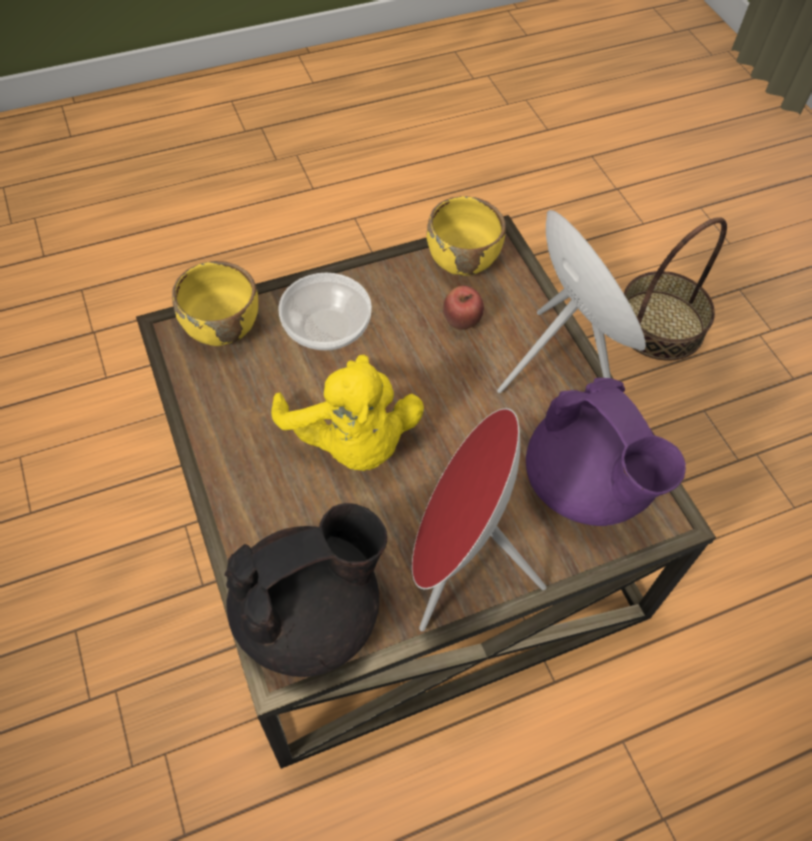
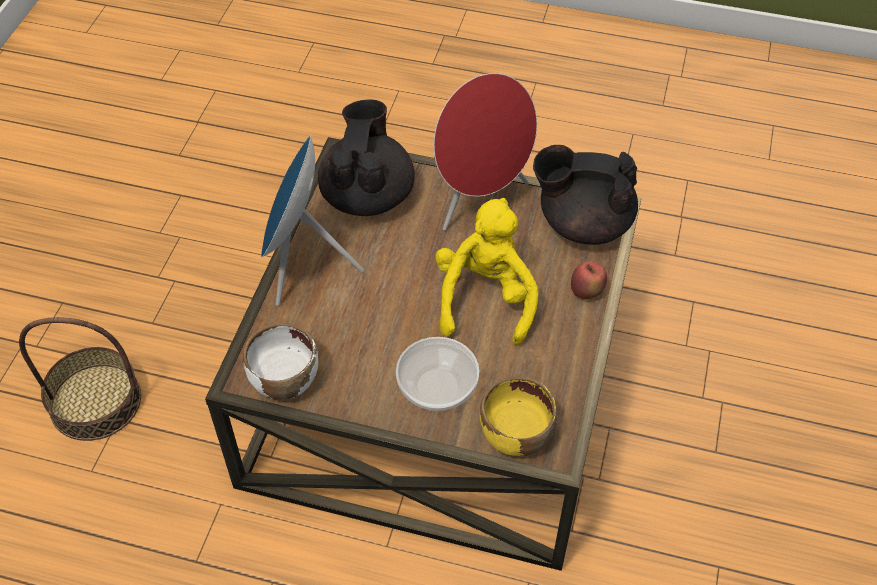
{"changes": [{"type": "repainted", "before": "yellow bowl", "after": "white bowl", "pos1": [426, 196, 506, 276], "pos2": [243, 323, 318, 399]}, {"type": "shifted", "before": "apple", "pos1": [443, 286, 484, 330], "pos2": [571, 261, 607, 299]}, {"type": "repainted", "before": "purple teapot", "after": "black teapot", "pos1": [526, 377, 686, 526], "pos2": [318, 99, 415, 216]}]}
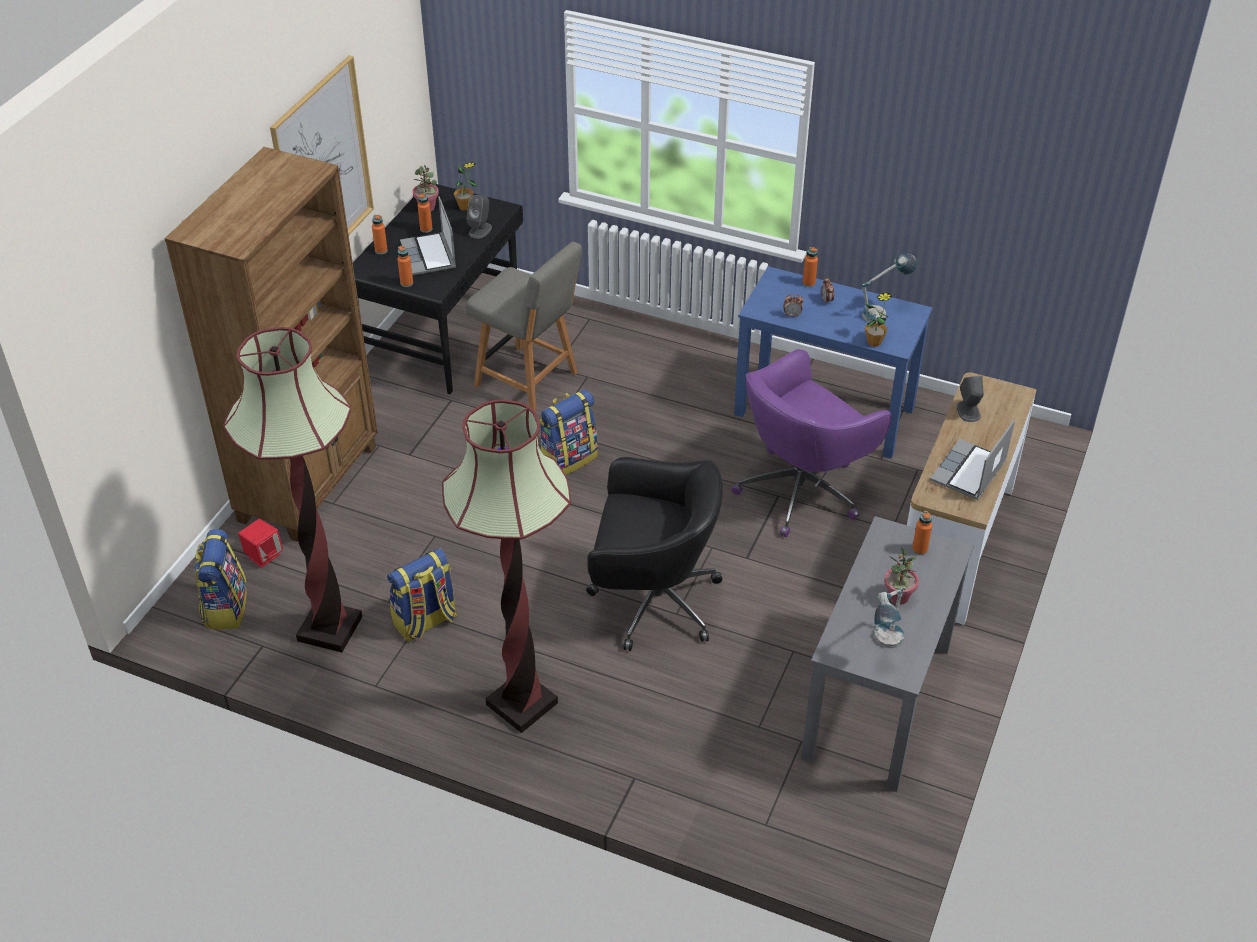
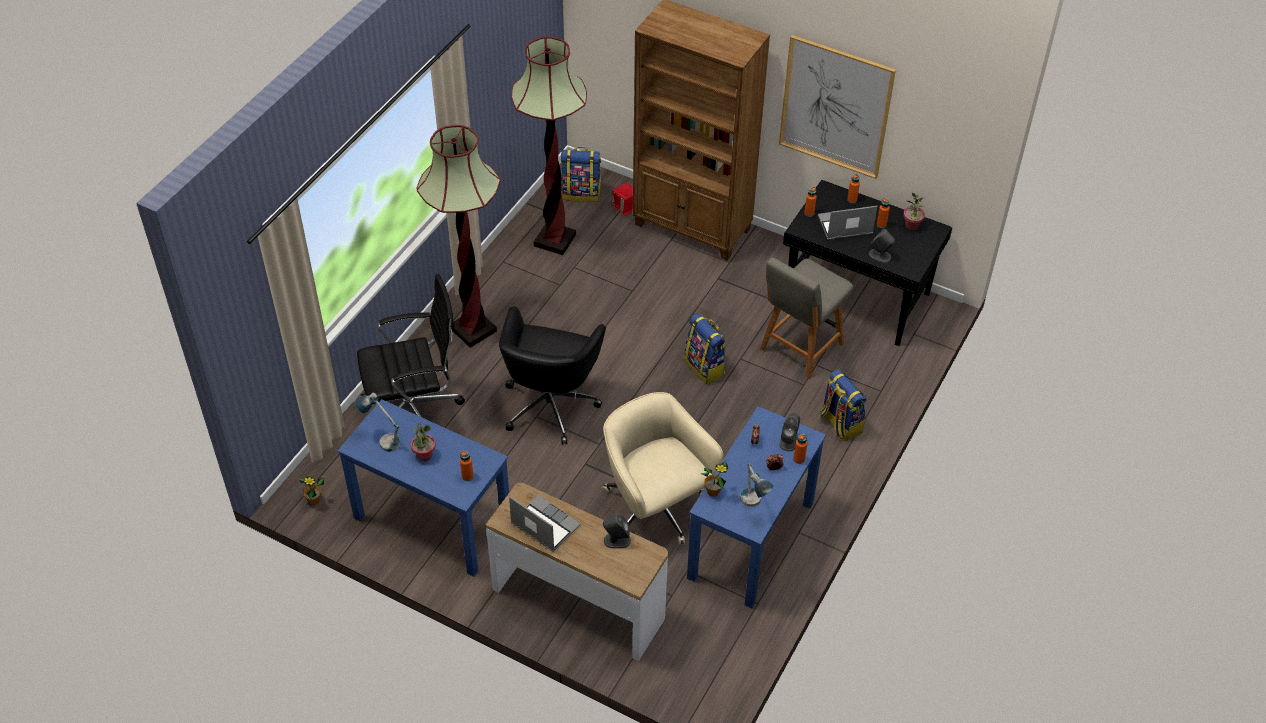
{"changes": [{"type": "shifted", "before": "potted plant", "pos1": [452, 162, 478, 211], "pos2": [298, 476, 324, 505]}, {"type": "repainted", "before": "purple office chair", "after": "beige office chair", "pos1": [731, 349, 892, 537], "pos2": [602, 392, 724, 545]}, {"type": "repainted", "before": "grey desk", "after": "blue desk", "pos1": [801, 516, 974, 792], "pos2": [338, 399, 509, 577]}, {"type": "shifted", "before": "backpack", "pos1": [387, 548, 457, 642], "pos2": [820, 370, 866, 441]}, {"type": "new", "after": "black office chair", "pos2": [357, 274, 465, 417]}, {"type": "new", "after": "grey speaker", "pos2": [780, 413, 800, 451]}]}
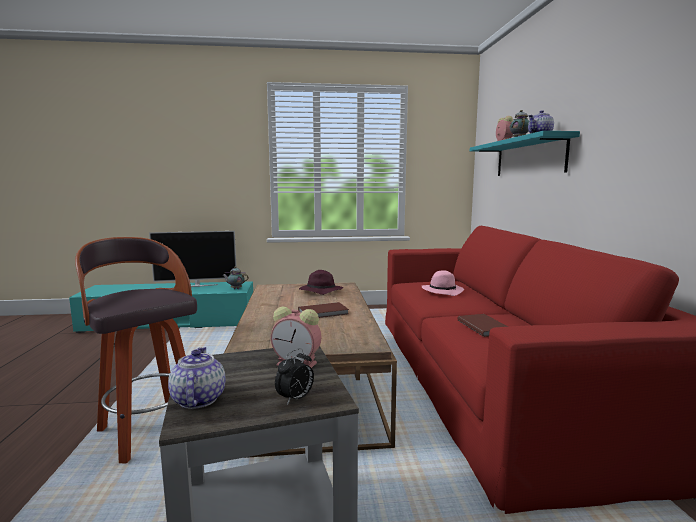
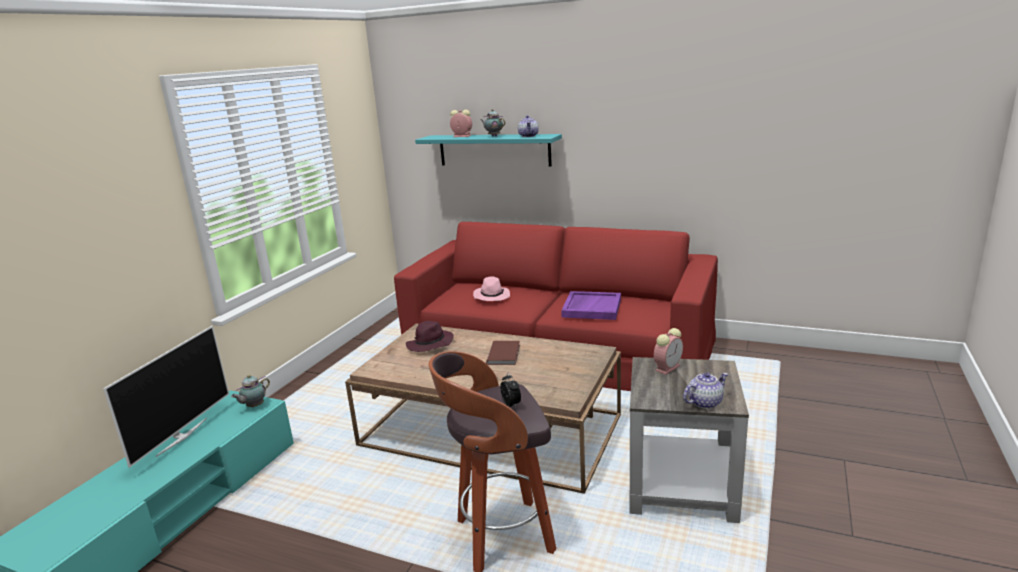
{"changes": [{"type": "swapped", "before": "brown book", "after": "purple tray", "pos1": [458, 314, 508, 337], "pos2": [561, 291, 621, 320]}, {"type": "rotated", "before": "teapot", "pos1": [168, 347, 226, 409], "pos2": [683, 373, 728, 409], "turn": 135}, {"type": "shifted", "before": "alarm clock", "pos1": [275, 348, 314, 405], "pos2": [500, 373, 521, 408]}]}
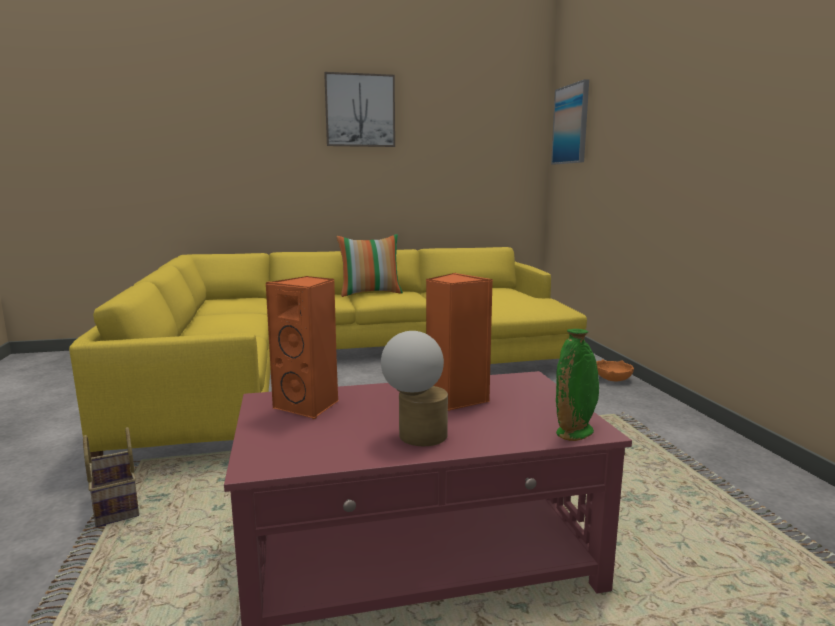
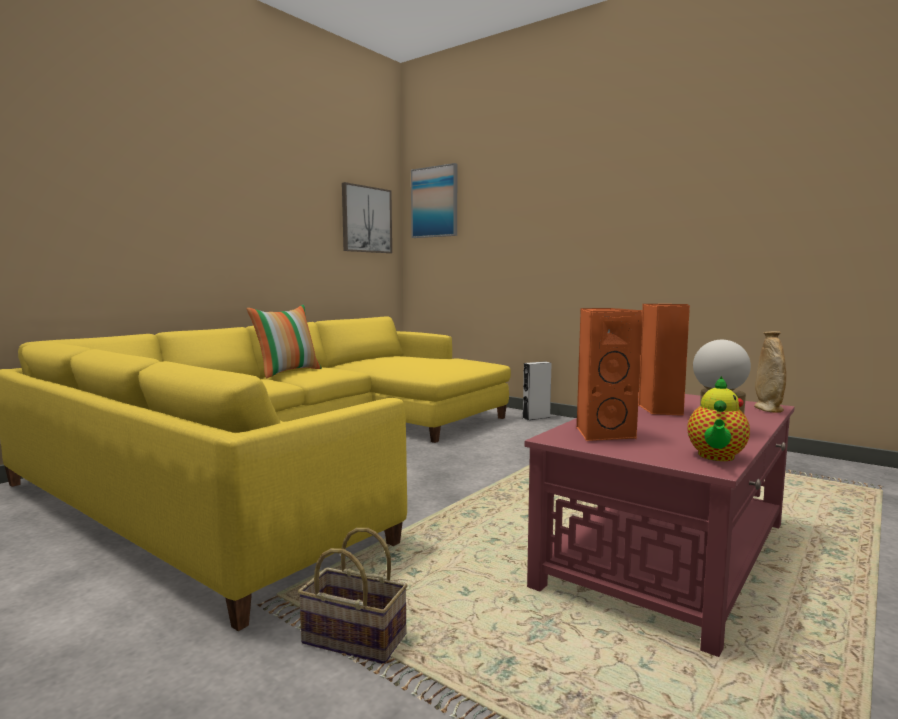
{"changes": [{"type": "shifted", "before": "picture", "pos1": [324, 72, 395, 147], "pos2": [342, 182, 392, 253]}, {"type": "repainted", "before": "green vase", "after": "beige vase", "pos1": [556, 329, 599, 441], "pos2": [754, 331, 786, 413]}, {"type": "swapped", "before": "orange bowl", "after": "grey speaker", "pos1": [596, 359, 634, 382], "pos2": [523, 361, 551, 420]}, {"type": "new", "after": "teapot", "pos2": [687, 376, 750, 461]}]}
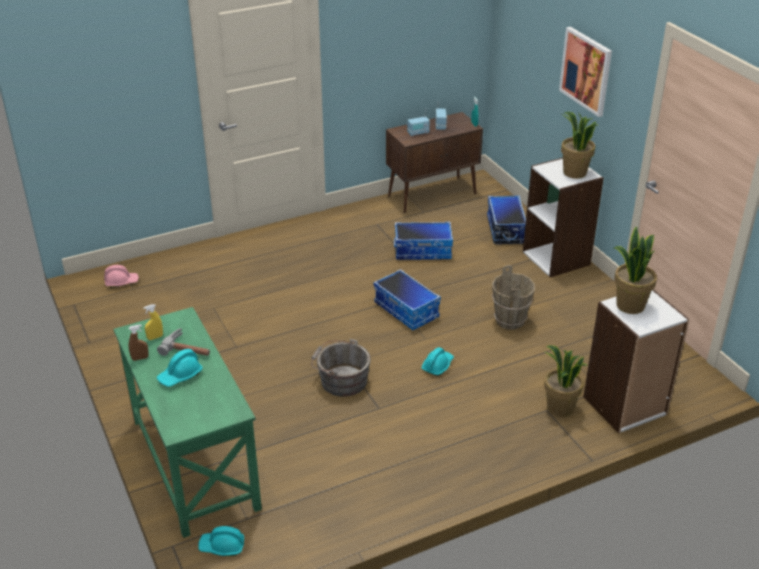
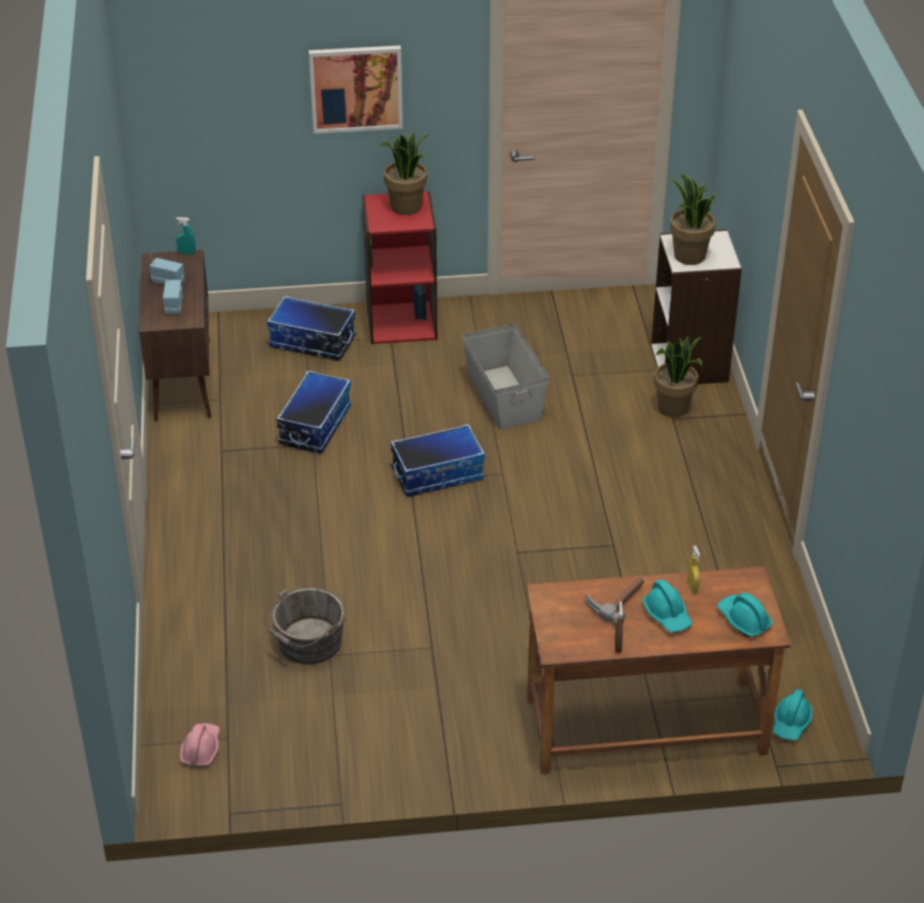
{"changes": [{"type": "repainted", "before": "white bookcase", "after": "red bookcase", "pos1": [523, 158, 604, 277], "pos2": [362, 191, 437, 344]}, {"type": "swapped", "before": "brown bucket", "after": "grey storage box", "pos1": [492, 265, 535, 330], "pos2": [462, 324, 549, 430]}, {"type": "shifted", "before": "yellow spray bottle", "pos1": [143, 304, 163, 340], "pos2": [687, 546, 700, 593]}, {"type": "repainted", "before": "green desk", "after": "brown desk", "pos1": [113, 307, 262, 538], "pos2": [526, 566, 790, 774]}, {"type": "shifted", "before": "grey bucket", "pos1": [311, 339, 371, 396], "pos2": [263, 588, 345, 664]}, {"type": "shifted", "before": "turquoise hard hat", "pos1": [422, 347, 454, 376], "pos2": [717, 593, 773, 637]}]}
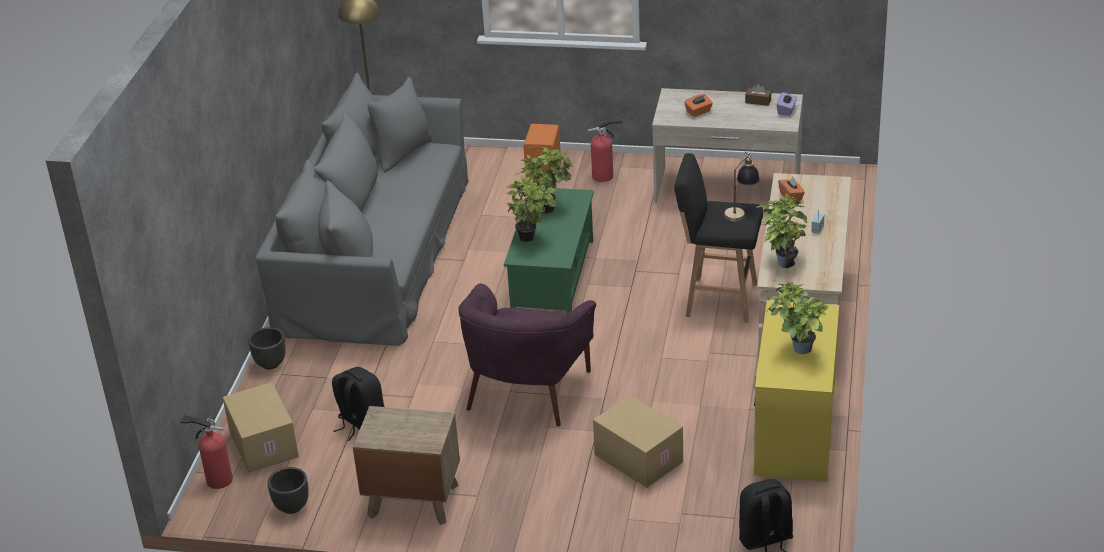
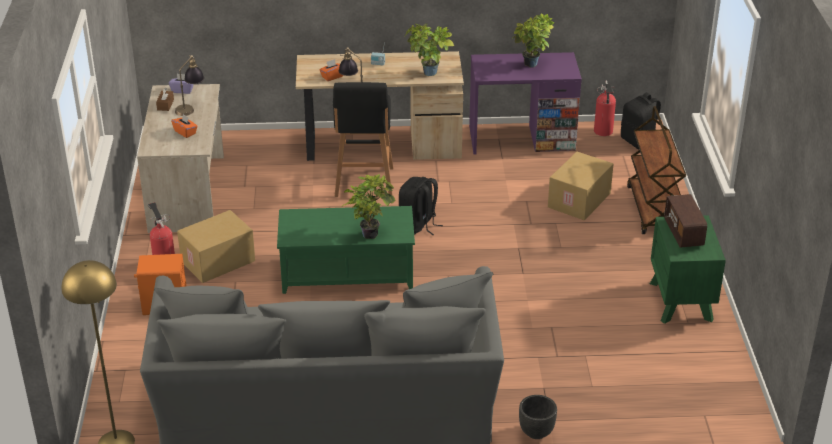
{"changes": [{"type": "gone", "before": "potted plant", "pos1": [516, 148, 572, 214]}, {"type": "gone", "before": "purple armchair", "pos1": [458, 284, 596, 426]}, {"type": "repainted", "before": "yellow desk", "after": "purple desk", "pos1": [754, 300, 839, 482], "pos2": [469, 52, 582, 154]}, {"type": "shifted", "before": "black backpack", "pos1": [332, 367, 385, 441], "pos2": [399, 177, 443, 235]}, {"type": "shifted", "before": "cardboard box", "pos1": [223, 382, 299, 473], "pos2": [177, 210, 255, 283]}, {"type": "repainted", "before": "brown nightstand", "after": "green nightstand", "pos1": [353, 406, 460, 525], "pos2": [650, 215, 726, 324]}, {"type": "shifted", "before": "fire extinguisher", "pos1": [181, 415, 233, 489], "pos2": [594, 81, 616, 136]}, {"type": "gone", "before": "black planter", "pos1": [267, 467, 309, 514]}, {"type": "new", "after": "table lamp", "pos2": [175, 55, 204, 116]}, {"type": "new", "after": "brown cart", "pos2": [627, 106, 686, 234]}, {"type": "new", "after": "radio", "pos2": [664, 194, 707, 248]}]}
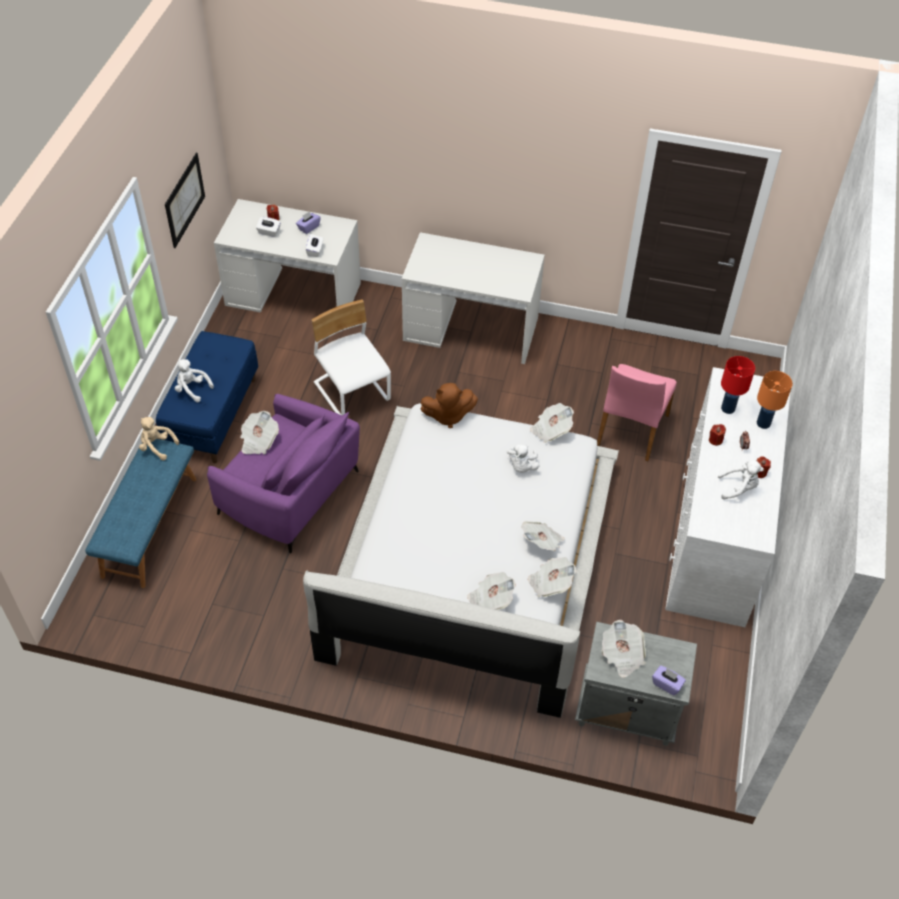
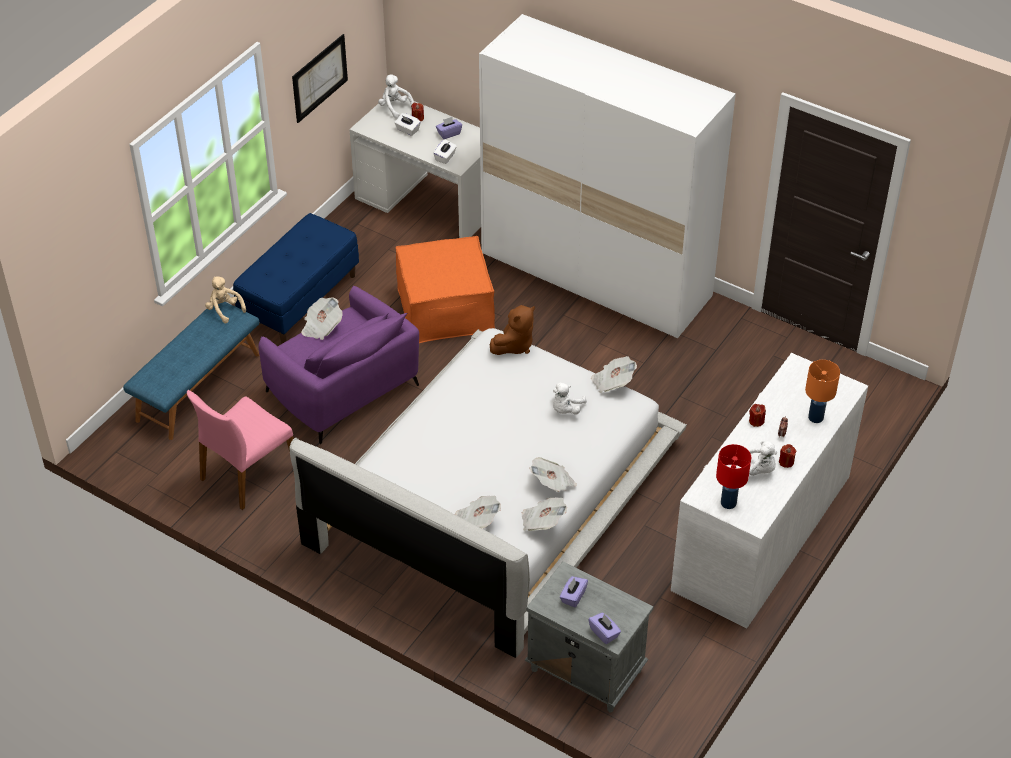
{"changes": [{"type": "swapped", "before": "white desk", "after": "white wardrobe", "pos1": [402, 232, 545, 364], "pos2": [479, 14, 736, 338]}, {"type": "swapped", "before": "white chair", "after": "orange ottoman", "pos1": [312, 299, 391, 415], "pos2": [395, 236, 495, 343]}, {"type": "shifted", "before": "red table lamp", "pos1": [721, 356, 755, 414], "pos2": [716, 444, 751, 509]}, {"type": "shifted", "before": "white plush toy", "pos1": [175, 359, 214, 402], "pos2": [378, 75, 414, 119]}, {"type": "shifted", "before": "pink chair", "pos1": [597, 364, 677, 461], "pos2": [187, 390, 294, 510]}, {"type": "rotated", "before": "brown plush toy", "pos1": [420, 383, 478, 428], "pos2": [490, 305, 535, 355], "turn": -60}, {"type": "swapped", "before": "newspaper", "after": "purple tissue box", "pos1": [602, 620, 646, 678], "pos2": [560, 576, 588, 607]}]}
